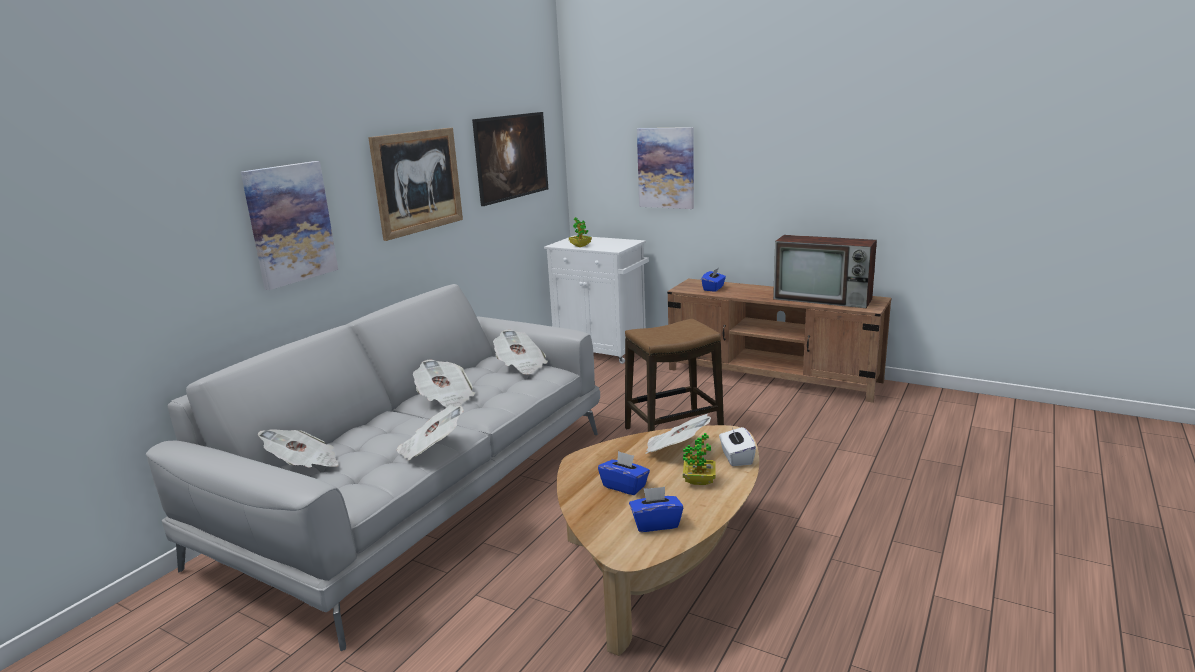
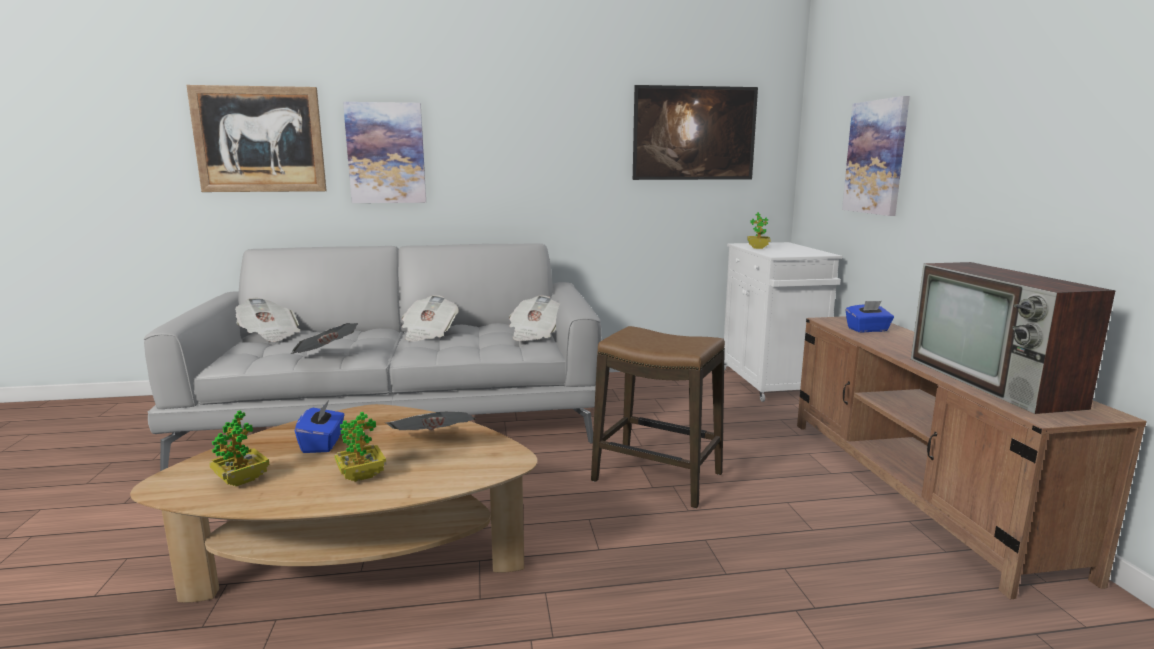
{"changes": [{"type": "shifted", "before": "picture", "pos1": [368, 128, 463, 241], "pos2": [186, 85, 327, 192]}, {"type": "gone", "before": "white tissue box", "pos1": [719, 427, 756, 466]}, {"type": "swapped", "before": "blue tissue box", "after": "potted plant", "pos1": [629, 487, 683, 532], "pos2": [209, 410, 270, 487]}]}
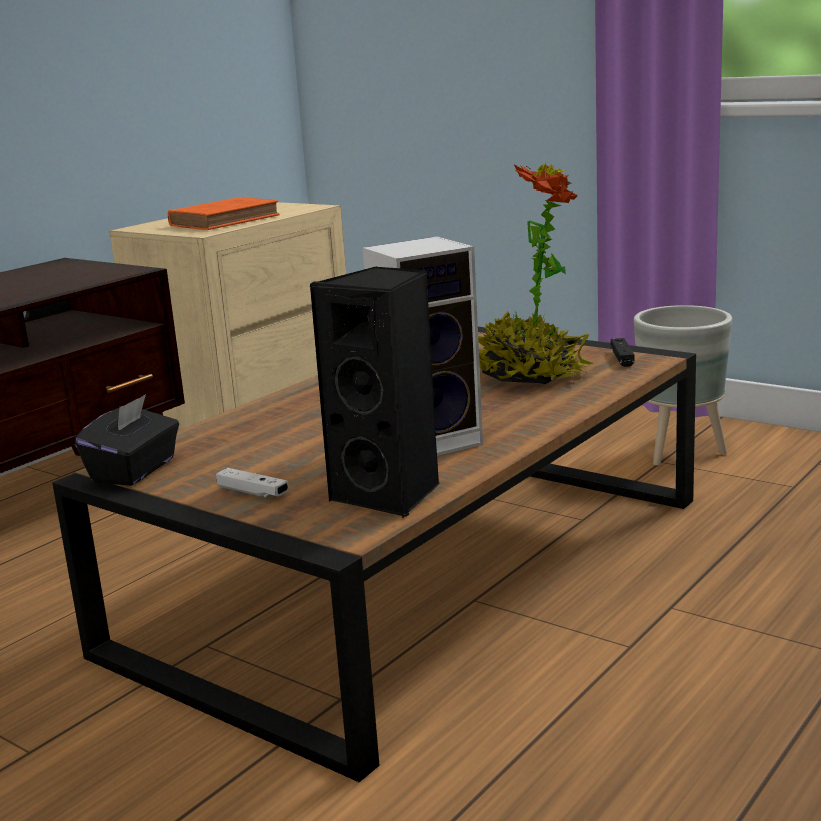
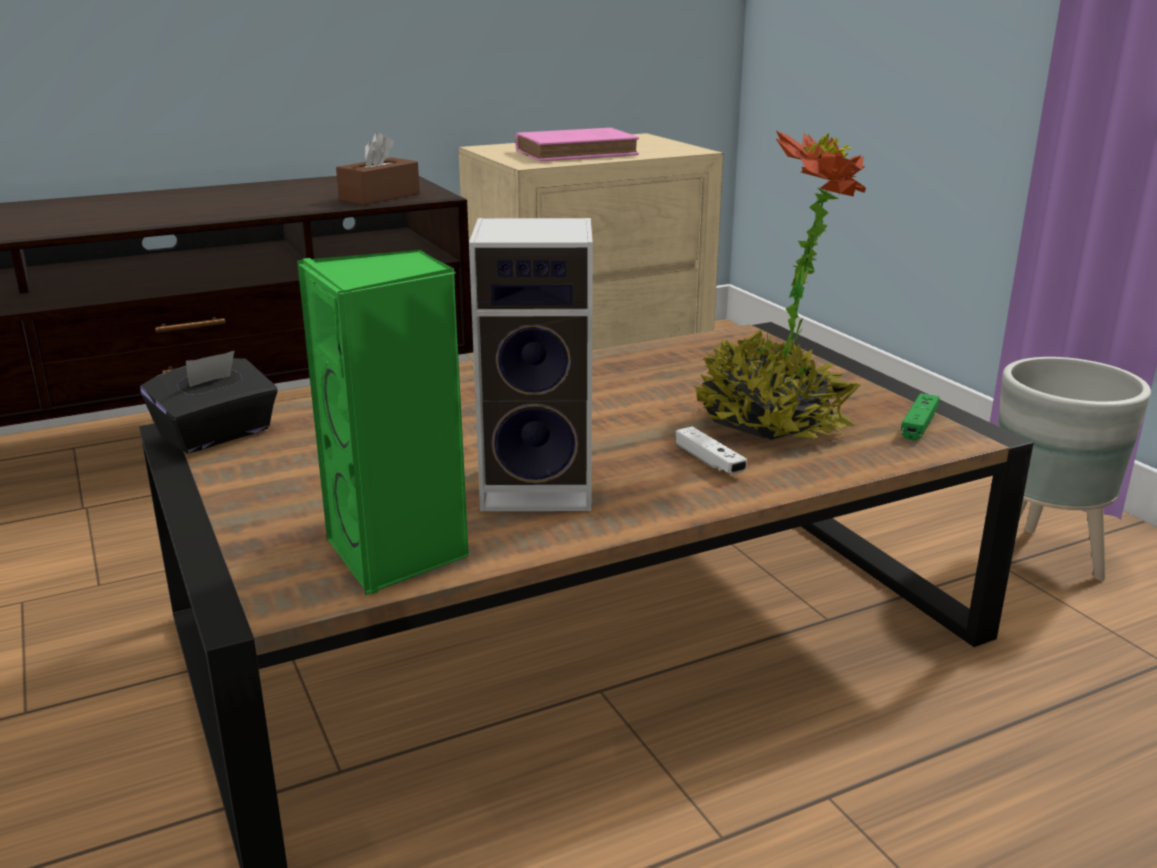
{"changes": [{"type": "repainted", "before": "orange book", "after": "pink book", "pos1": [168, 197, 280, 230], "pos2": [515, 128, 639, 161]}, {"type": "repainted", "before": "black speaker", "after": "green speaker", "pos1": [308, 266, 439, 518], "pos2": [297, 250, 470, 595]}, {"type": "repainted", "before": "black game controller", "after": "green game controller", "pos1": [610, 338, 635, 367], "pos2": [901, 393, 940, 440]}, {"type": "shifted", "before": "white game controller", "pos1": [216, 468, 289, 497], "pos2": [675, 426, 747, 474]}, {"type": "new", "after": "brown tissue box", "pos2": [336, 132, 420, 205]}]}
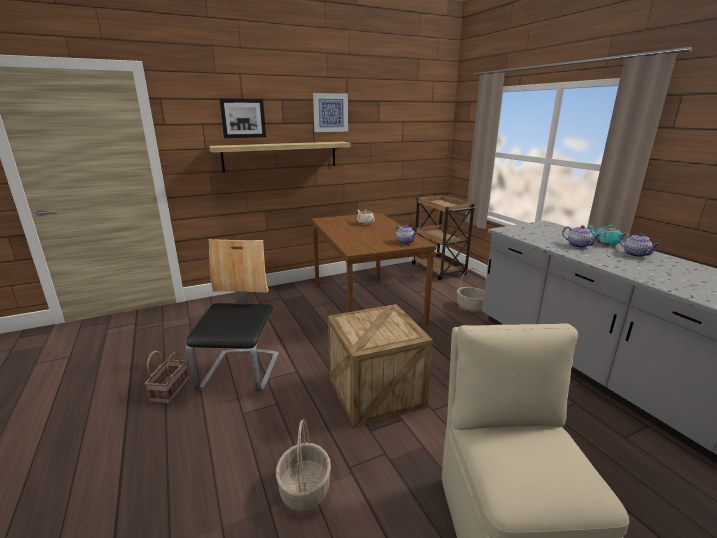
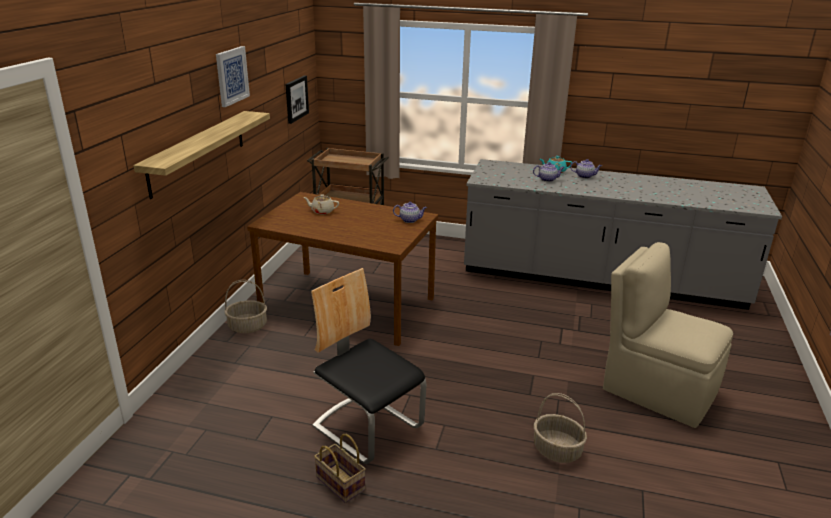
{"changes": [{"type": "shifted", "before": "picture", "pos1": [219, 98, 266, 138], "pos2": [285, 76, 309, 124]}, {"type": "shifted", "before": "basket", "pos1": [457, 268, 486, 312], "pos2": [224, 280, 267, 333]}, {"type": "gone", "before": "crate", "pos1": [328, 304, 433, 428]}]}
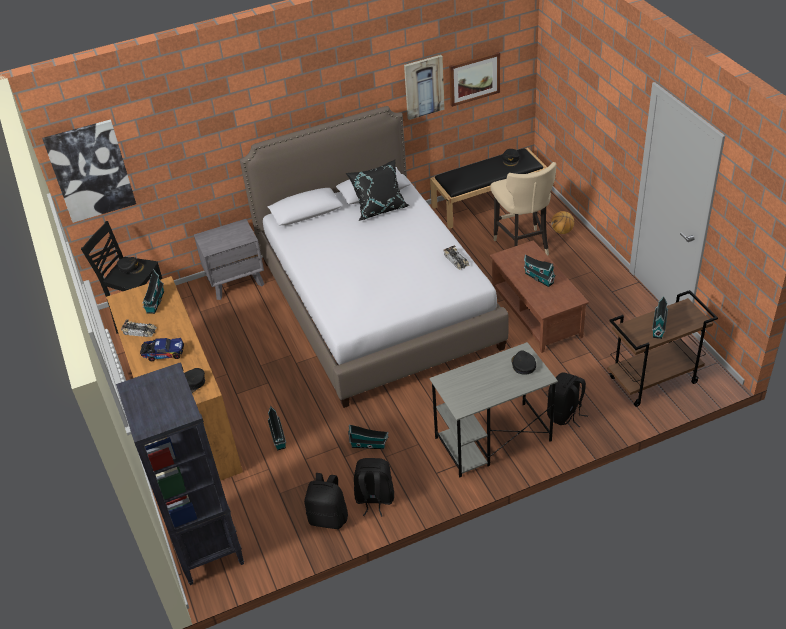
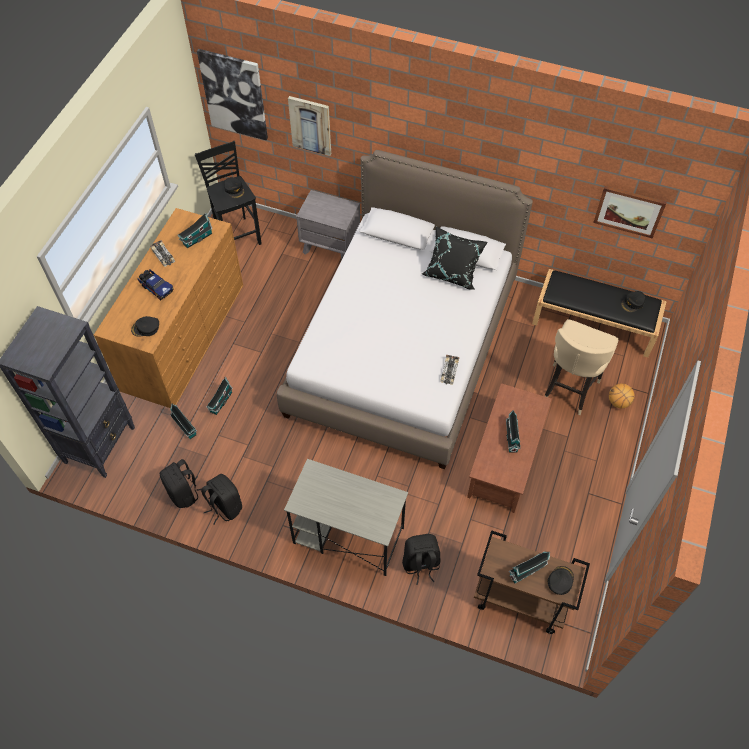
{"changes": [{"type": "shifted", "before": "picture", "pos1": [404, 55, 445, 120], "pos2": [288, 96, 331, 156]}, {"type": "shifted", "before": "black cap", "pos1": [511, 350, 536, 375], "pos2": [548, 566, 574, 595]}, {"type": "shifted", "before": "toy house", "pos1": [348, 424, 388, 449], "pos2": [170, 403, 197, 439]}]}
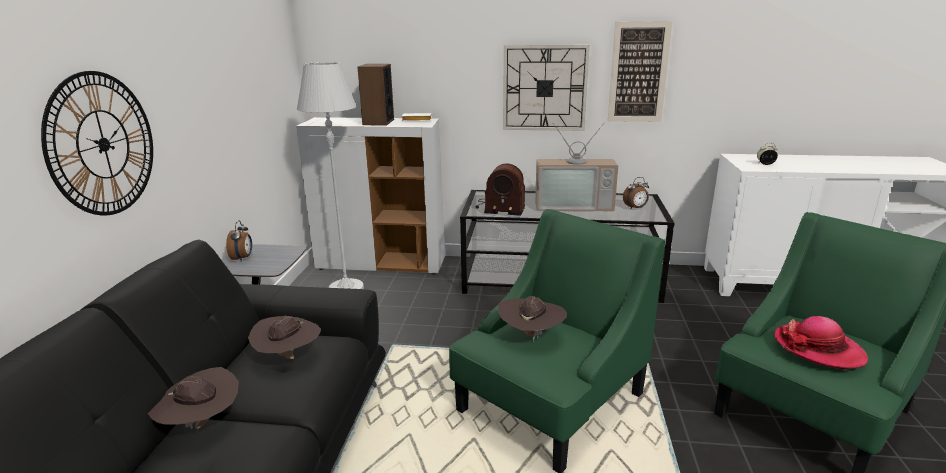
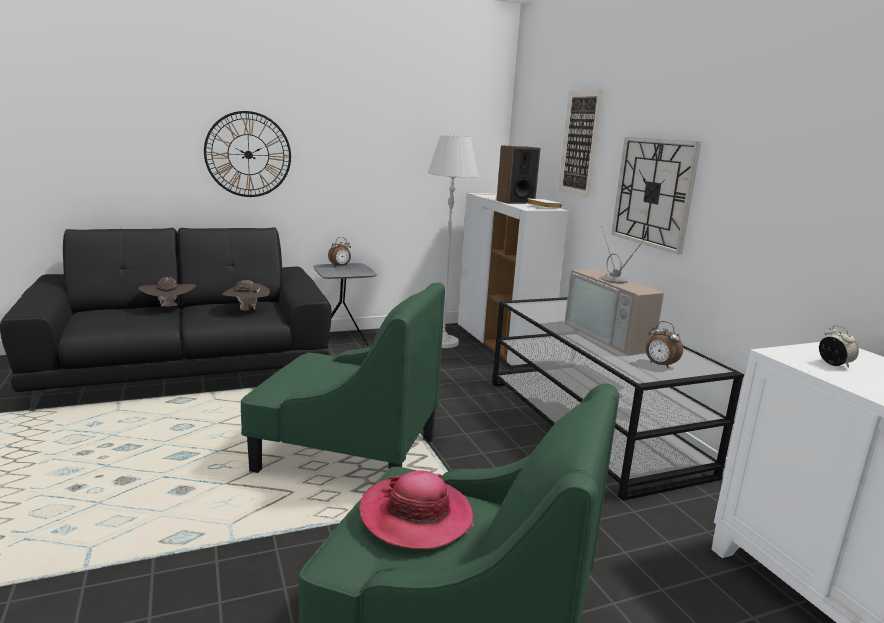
{"changes": [{"type": "shifted", "before": "picture", "pos1": [608, 21, 673, 122], "pos2": [558, 90, 603, 197]}, {"type": "gone", "before": "radio", "pos1": [476, 163, 525, 216]}, {"type": "gone", "before": "brown hat", "pos1": [498, 296, 567, 341]}]}
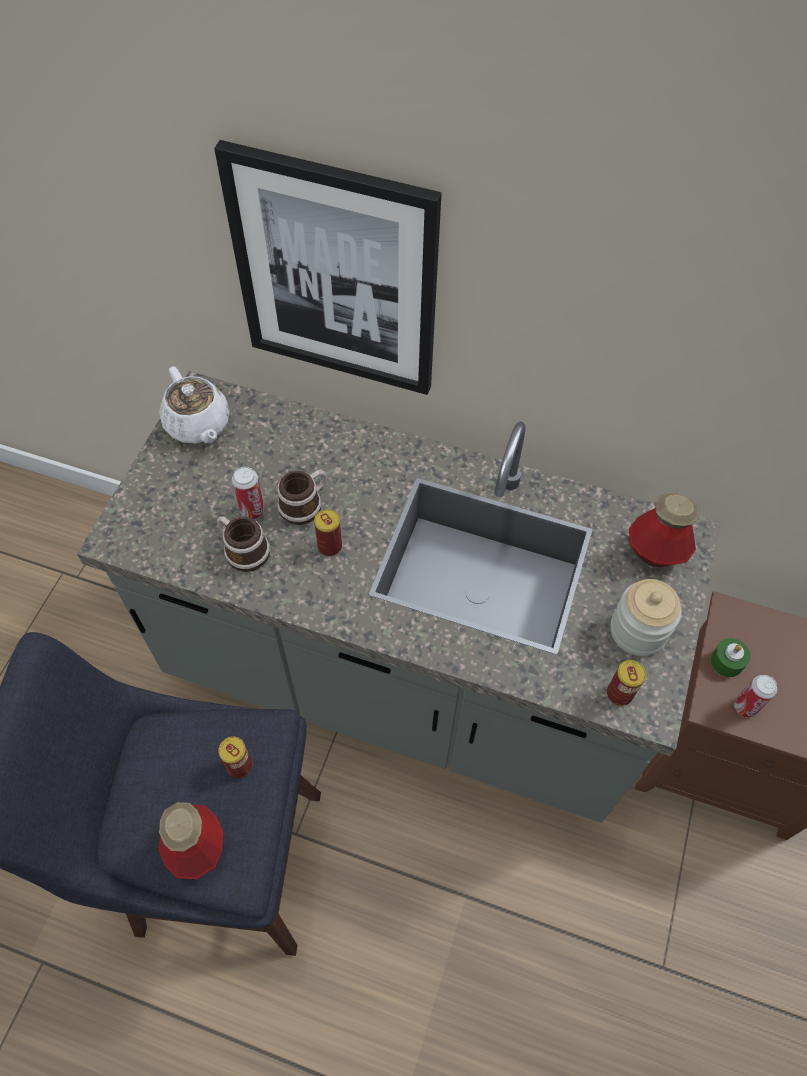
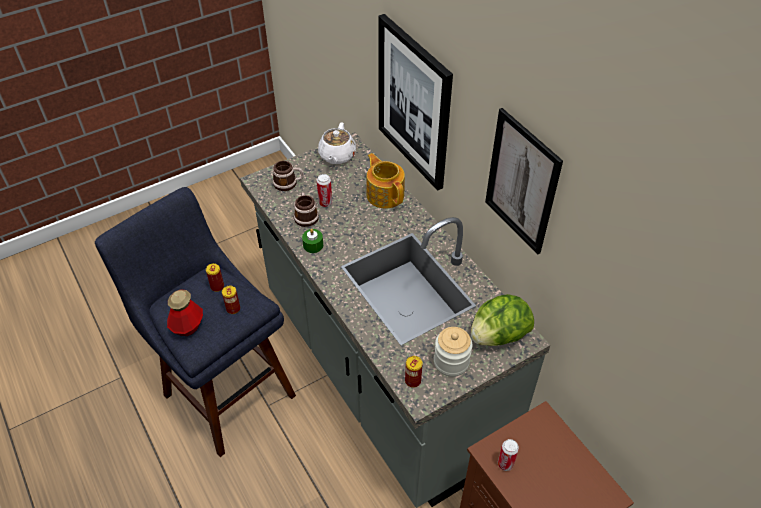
{"changes": [{"type": "shifted", "before": "mug", "pos1": [277, 470, 327, 525], "pos2": [272, 161, 304, 191]}, {"type": "swapped", "before": "bottle", "after": "lettuce", "pos1": [629, 493, 699, 567], "pos2": [471, 294, 534, 346]}, {"type": "shifted", "before": "can", "pos1": [314, 509, 342, 556], "pos2": [206, 263, 224, 292]}, {"type": "shifted", "before": "green candle", "pos1": [710, 638, 751, 677], "pos2": [302, 229, 323, 253]}, {"type": "new", "after": "picture", "pos2": [485, 108, 563, 254]}, {"type": "new", "after": "teapot", "pos2": [366, 153, 405, 209]}]}
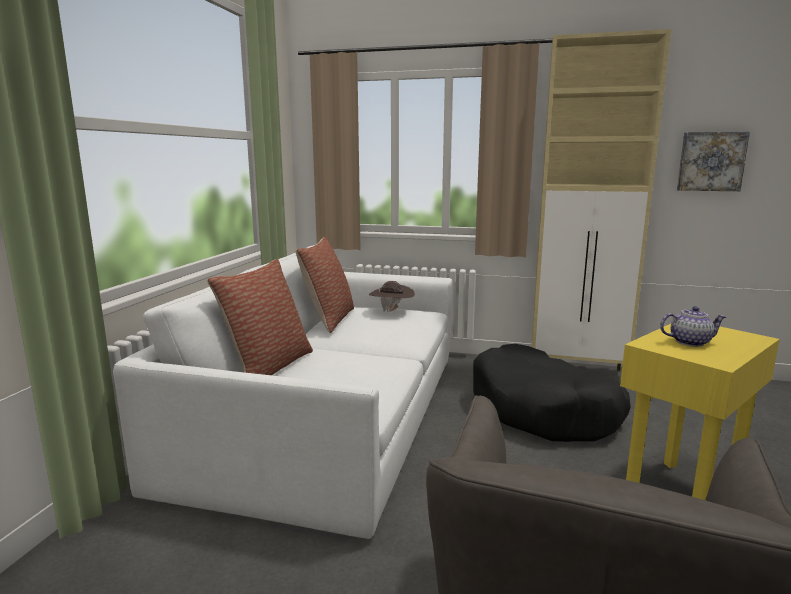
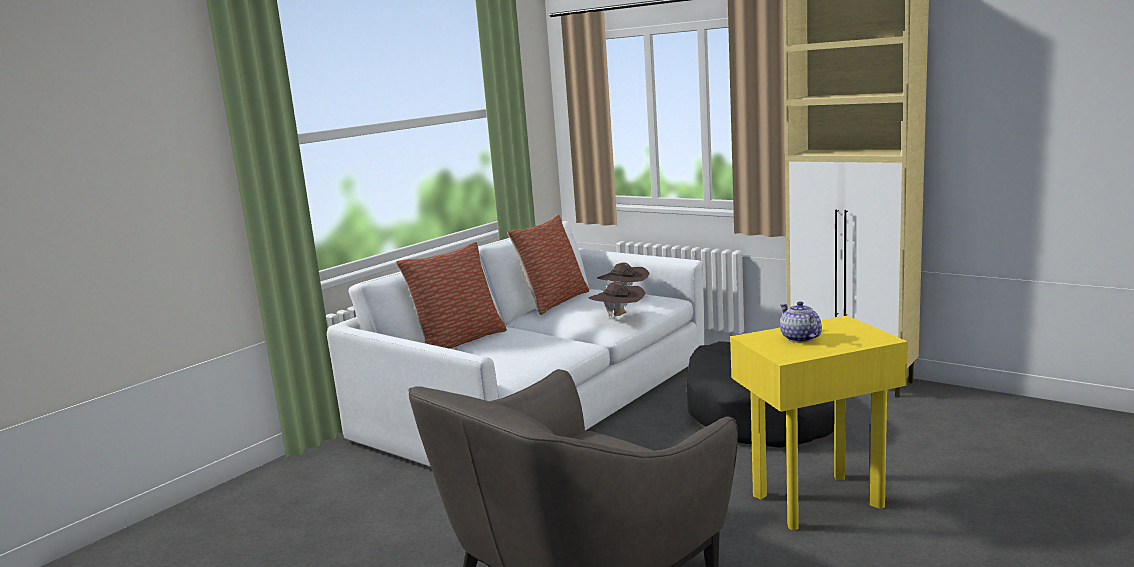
{"changes": [{"type": "gone", "before": "picture", "pos1": [677, 132, 750, 191]}, {"type": "rotated", "before": "teapot", "pos1": [660, 306, 726, 347], "pos2": [780, 301, 822, 343], "turn": -135}, {"type": "new", "after": "brown hat", "pos2": [588, 281, 646, 318]}]}
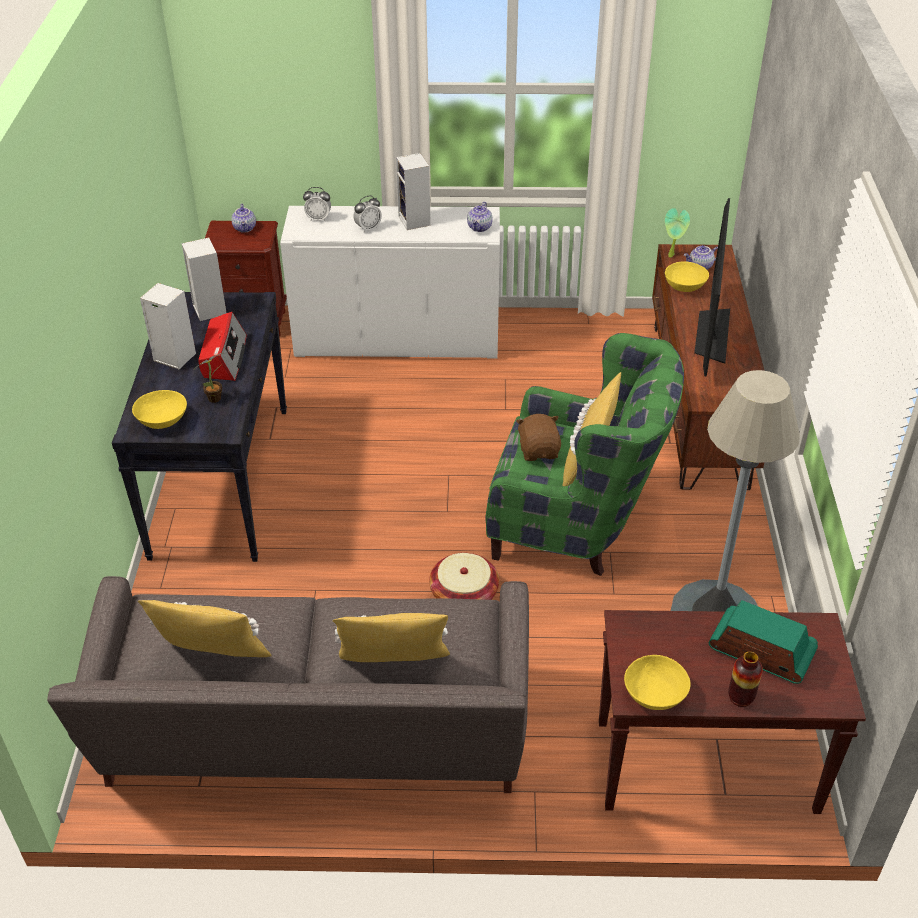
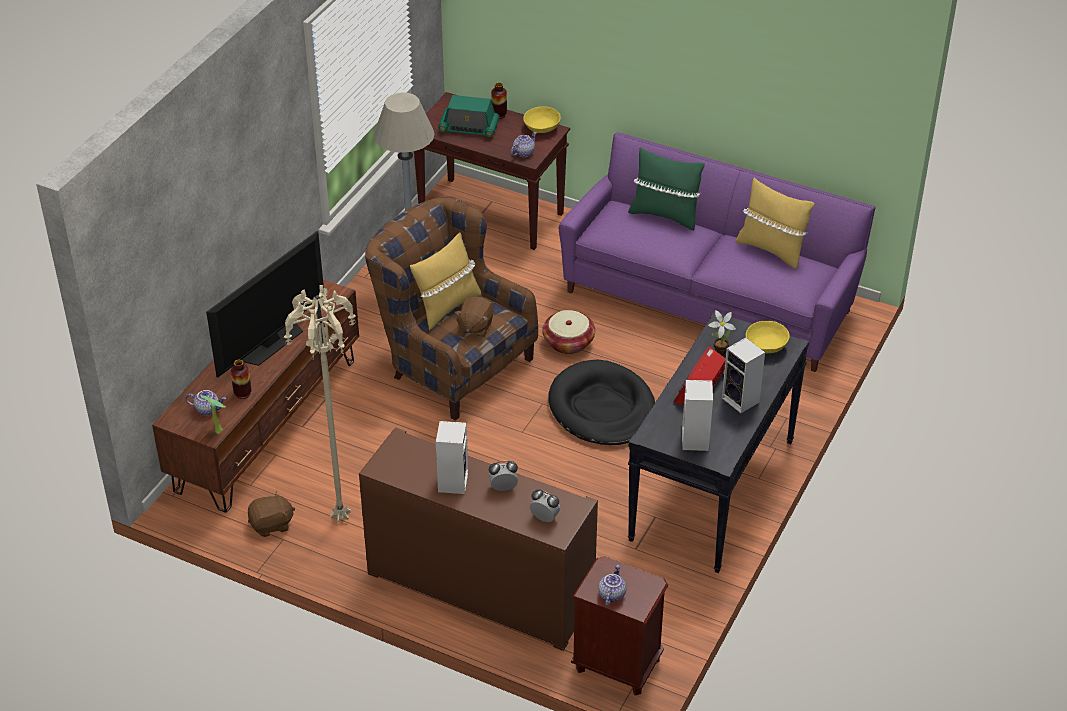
{"changes": [{"type": "shifted", "before": "teapot", "pos1": [467, 202, 493, 232], "pos2": [511, 132, 537, 157]}, {"type": "repainted", "before": "white cabinet", "after": "brown cabinet", "pos1": [280, 206, 500, 359], "pos2": [359, 427, 598, 651]}, {"type": "swapped", "before": "yellow bowl", "after": "vase", "pos1": [665, 262, 709, 292], "pos2": [231, 360, 251, 399]}, {"type": "repainted", "before": "green armchair", "after": "brown armchair", "pos1": [486, 333, 684, 576], "pos2": [365, 196, 538, 420]}, {"type": "repainted", "before": "grey sofa", "after": "purple sofa", "pos1": [47, 576, 529, 793], "pos2": [559, 132, 875, 372]}, {"type": "rotated", "before": "radio", "pos1": [709, 600, 818, 684], "pos2": [438, 95, 500, 137], "turn": -45}, {"type": "repainted", "before": "yellow pillow", "after": "green pillow", "pos1": [333, 613, 450, 662], "pos2": [628, 147, 705, 230]}, {"type": "new", "after": "beige floor lamp", "pos2": [284, 285, 356, 523]}, {"type": "new", "after": "black dog bed", "pos2": [548, 360, 655, 445]}, {"type": "new", "after": "brown plush toy", "pos2": [248, 491, 295, 537]}]}
